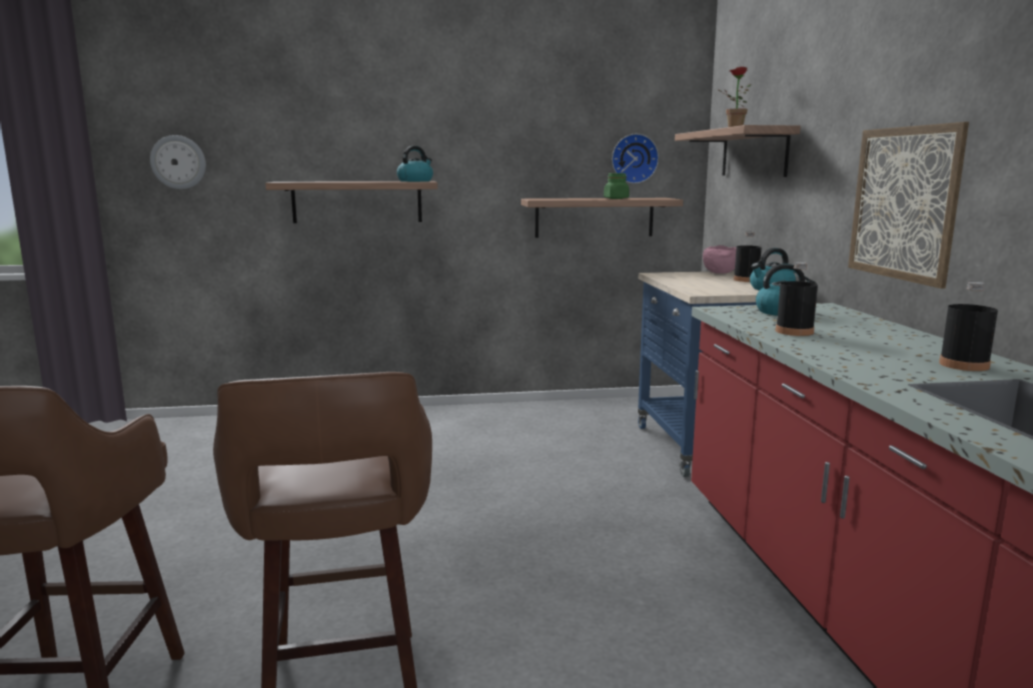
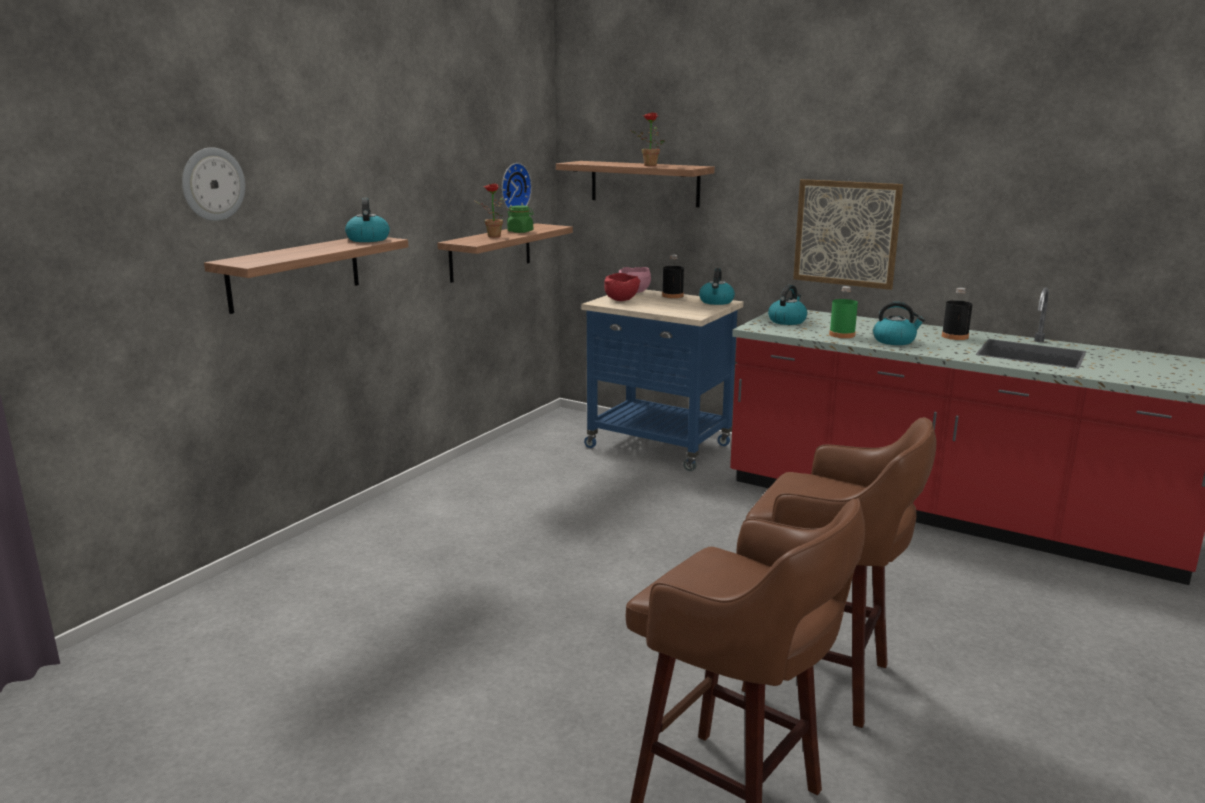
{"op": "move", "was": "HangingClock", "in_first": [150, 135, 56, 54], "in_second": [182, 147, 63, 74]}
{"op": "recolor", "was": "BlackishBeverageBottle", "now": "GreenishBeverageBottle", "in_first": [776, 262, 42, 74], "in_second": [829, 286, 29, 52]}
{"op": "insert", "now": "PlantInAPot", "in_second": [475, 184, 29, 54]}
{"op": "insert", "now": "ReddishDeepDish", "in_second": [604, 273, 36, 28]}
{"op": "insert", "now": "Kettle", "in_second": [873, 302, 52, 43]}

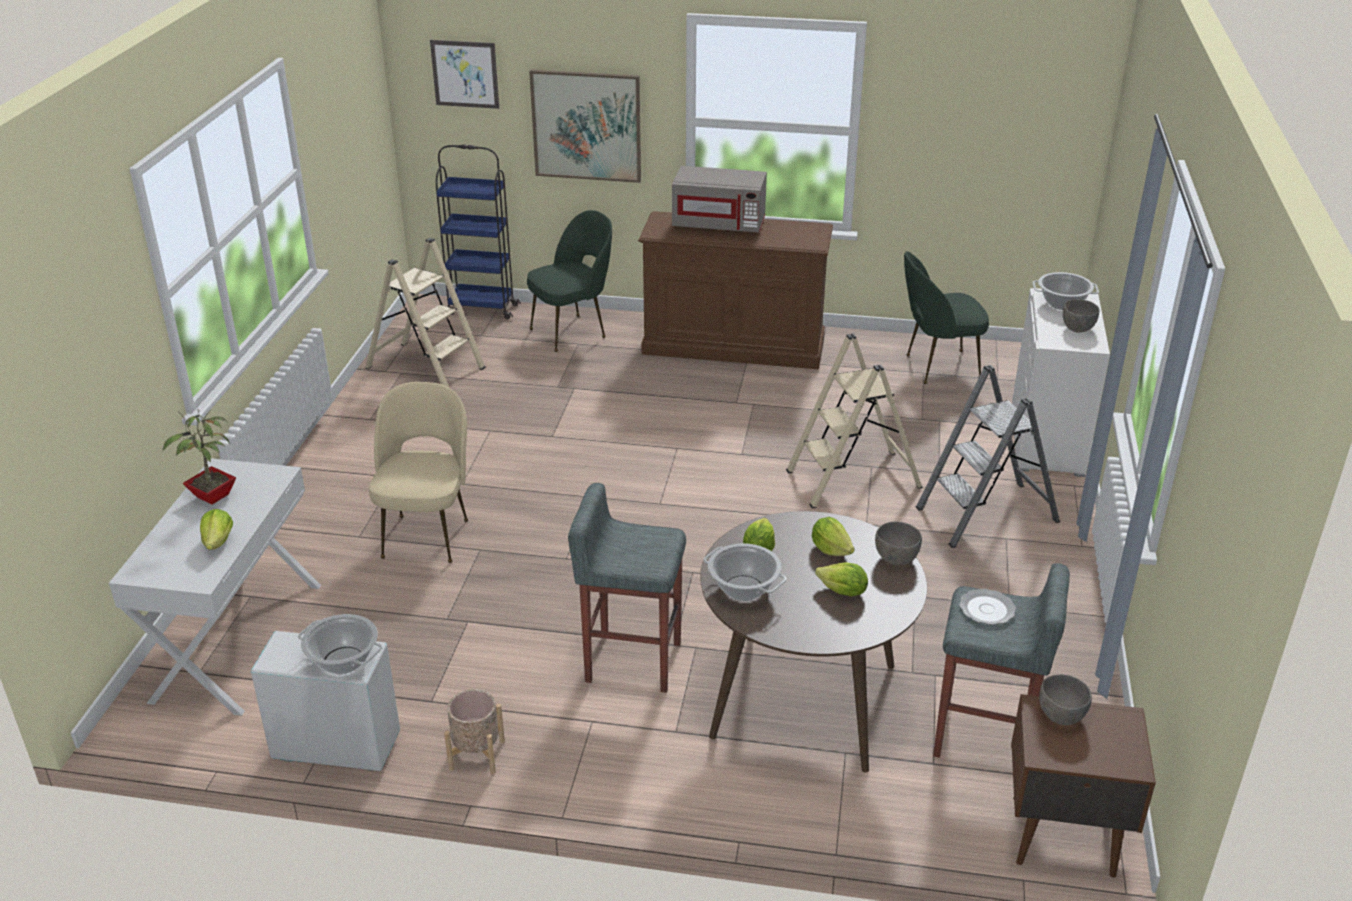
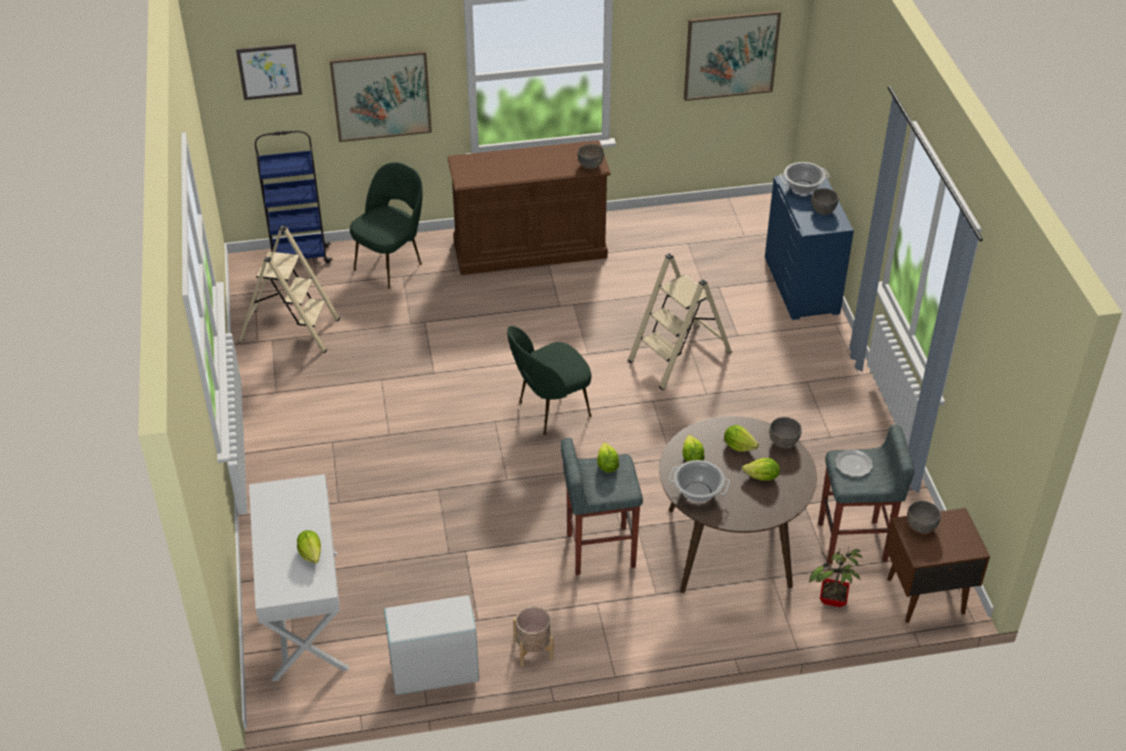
{"op": "delete", "was": "GreyishMicrowaveOven", "in_first": [672, 166, 95, 66]}
{"op": "move", "was": "GreenishChair", "in_first": [904, 251, 85, 133], "in_second": [507, 326, 85, 109]}
{"op": "recolor", "was": "WhiteColouredDresser", "now": "BluishDresser", "in_first": [1012, 288, 98, 189], "in_second": [765, 175, 89, 145]}
{"op": "delete", "was": "GreyishStepladder", "in_first": [916, 365, 144, 183]}
{"op": "delete", "was": "BeigeChair", "in_first": [369, 382, 99, 181]}
{"op": "move", "was": "PlantInAPot", "in_first": [163, 409, 73, 96], "in_second": [809, 549, 54, 58]}
{"op": "delete", "was": "CookingPot", "in_first": [298, 614, 85, 60]}
{"op": "insert", "now": "WallPicture", "in_second": [684, 10, 97, 91]}
{"op": "insert", "now": "GreyishDeepDish", "in_second": [578, 144, 26, 25]}
{"op": "insert", "now": "HeadOfLettuce", "in_second": [597, 442, 22, 31]}

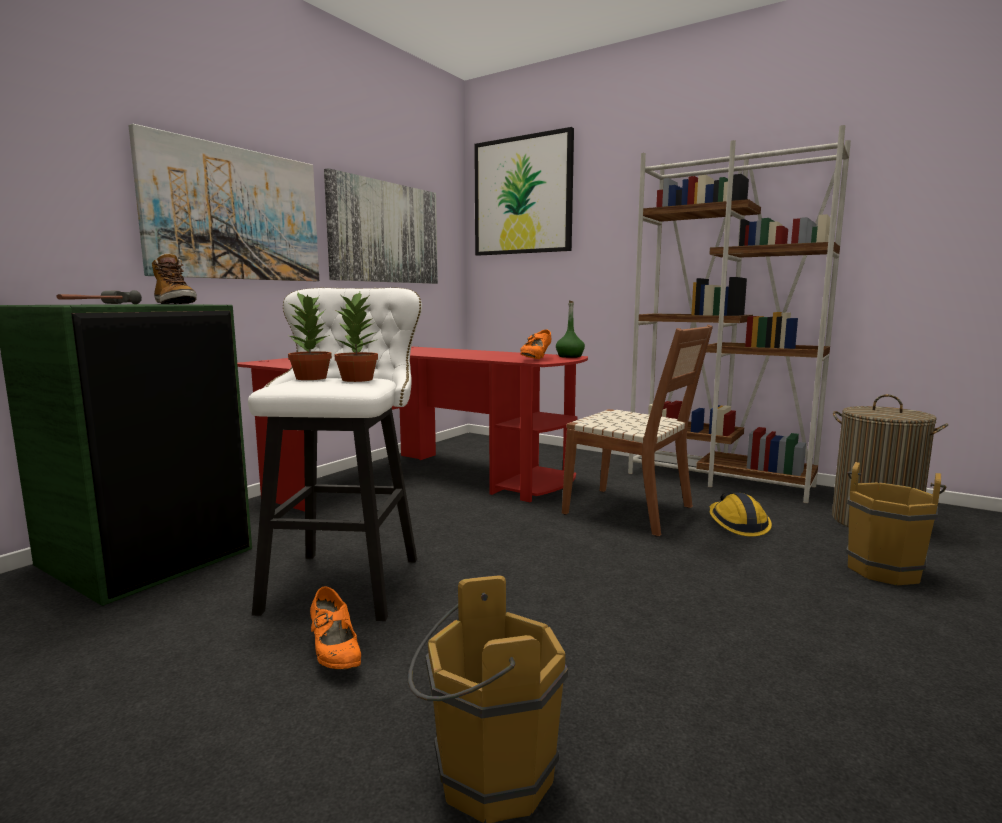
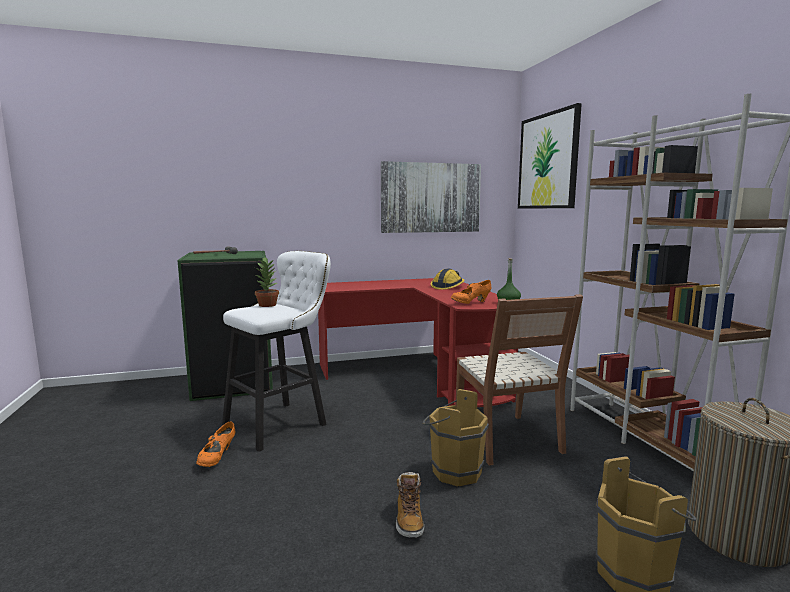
{"op": "delete", "was": "WallPicture", "in_first": [129, 124, 190, 157]}
{"op": "move", "was": "TallBoot", "in_first": [152, 253, 45, 51], "in_second": [396, 472, 28, 66]}
{"op": "delete", "was": "PlantInAPot", "in_first": [335, 292, 43, 90]}
{"op": "move", "was": "SafetyHelmet", "in_first": [710, 492, 62, 45], "in_second": [431, 269, 34, 21]}
{"op": "move", "was": "BrownColouredBucket", "in_first": [408, 575, 160, 248], "in_second": [423, 389, 66, 98]}

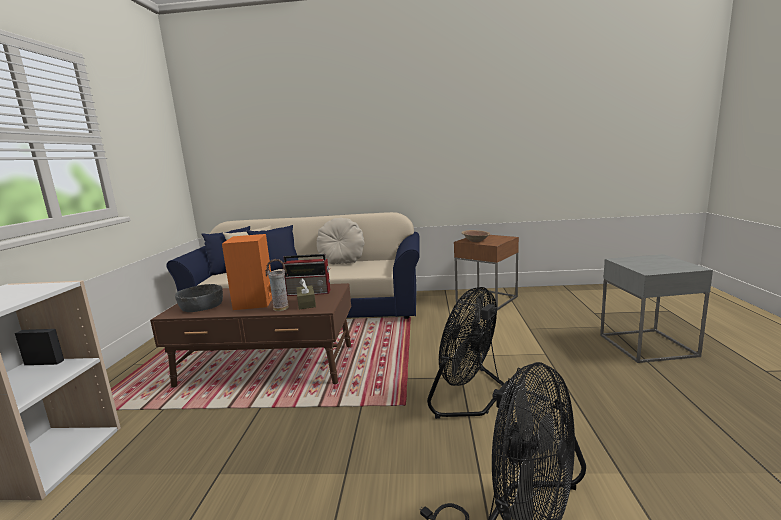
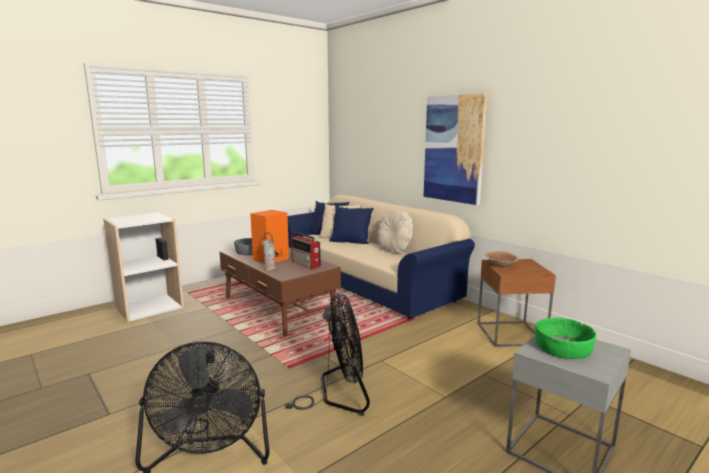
{"op": "delete", "was": "BrownColouredTissueHolder", "in_first": [296, 278, 20, 31]}
{"op": "rotate", "was": "BlackishElectricFan", "in_first": [427, 287, 122, 132], "in_second": [285, 293, 85, 123], "clockwise": 90}
{"op": "insert", "now": "WallPicture", "in_second": [424, 93, 63, 112]}
{"op": "insert", "now": "GreenishDeepDish", "in_second": [535, 317, 61, 42]}

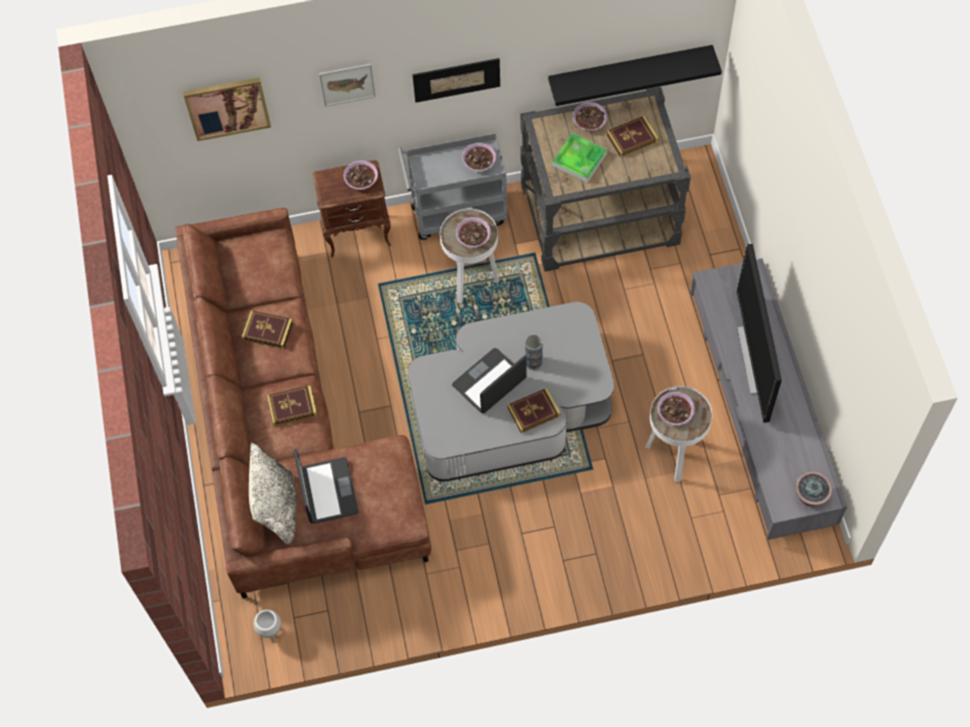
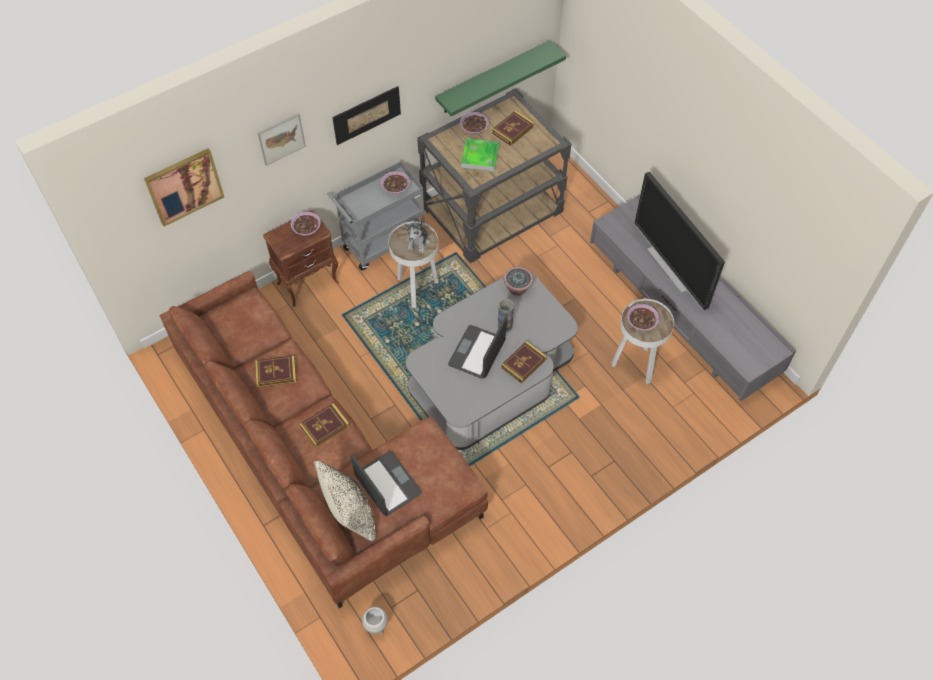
{"op": "recolor", "was": "BlackishBracketShelf", "now": "GreenishBracketShelf", "in_first": [548, 45, 174, 61], "in_second": [435, 40, 131, 76]}
{"op": "replace", "was": "DeepDish", "now": "CuddlyToy", "in_first": [456, 217, 35, 30], "in_second": [404, 219, 26, 35]}
{"op": "move", "was": "PlantInAPot", "in_first": [795, 471, 37, 35], "in_second": [504, 267, 29, 28]}

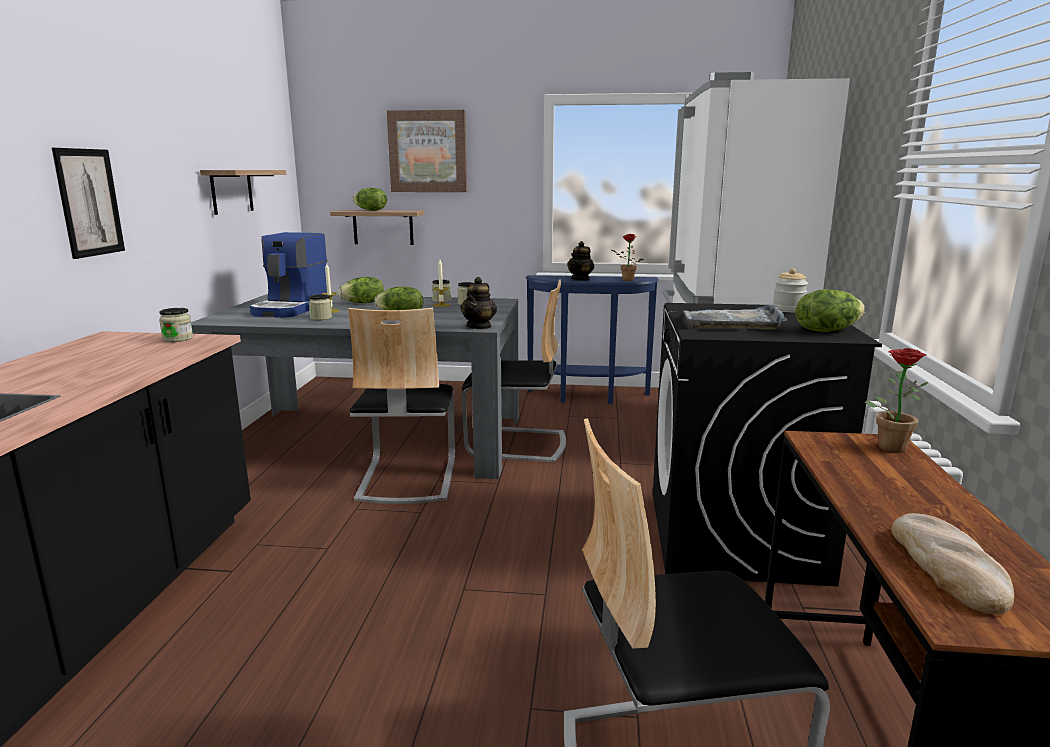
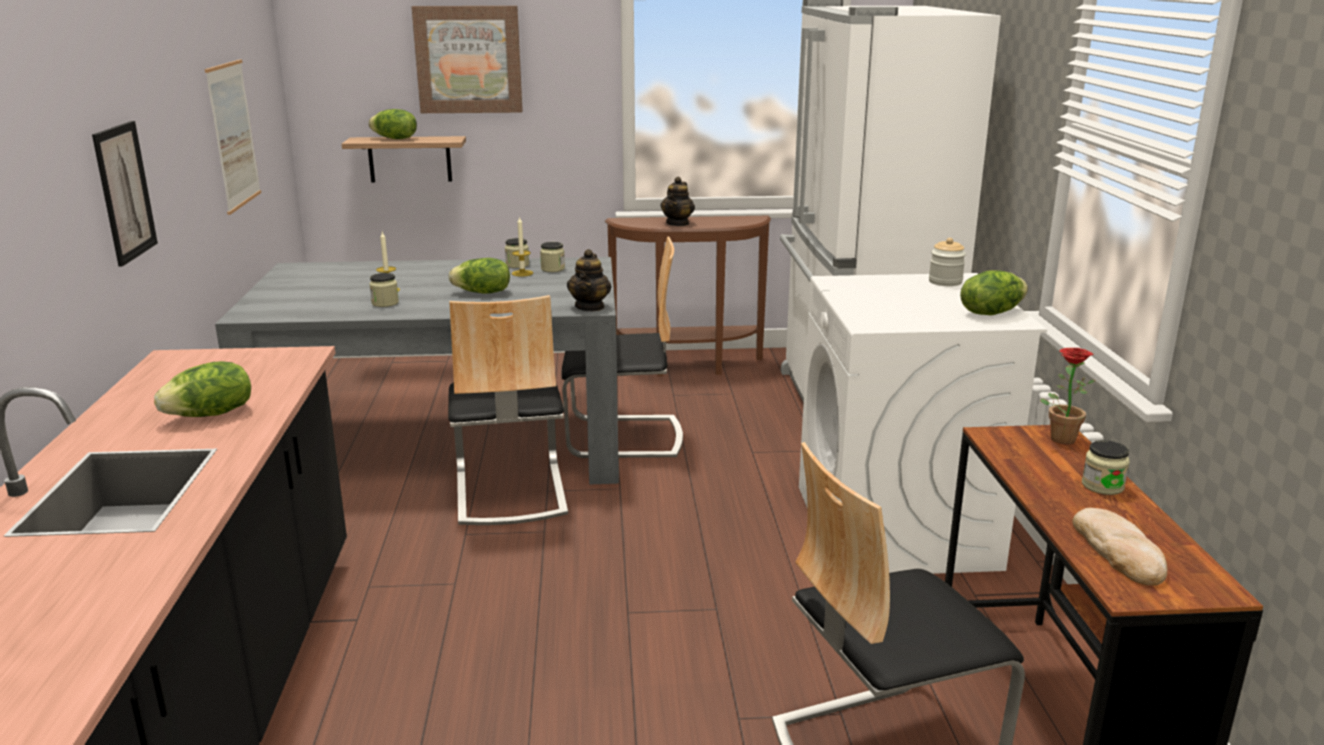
{"op": "replace", "was": "BracketShelf", "now": "WallPicture", "in_first": [200, 170, 86, 45], "in_second": [205, 60, 56, 155]}
{"op": "delete", "was": "CoffeeMaker", "in_first": [250, 232, 77, 86]}
{"op": "delete", "was": "PlantInAPot", "in_first": [612, 234, 32, 47]}
{"op": "recolor", "was": "BluishHallTable", "now": "BrownColouredHallTable", "in_first": [526, 275, 133, 129], "in_second": [605, 216, 166, 160]}
{"op": "move", "was": "HeadOfLettuce", "in_first": [338, 277, 46, 26], "in_second": [154, 361, 97, 56]}
{"op": "recolor", "was": "BlackishLaundryMachine", "now": "WhiteColouredLaundryMachine", "in_first": [653, 303, 229, 284], "in_second": [799, 273, 248, 301]}
{"op": "delete", "was": "GreyishCarryingTray", "in_first": [684, 305, 103, 24]}
{"op": "move", "was": "StorageJar", "in_first": [159, 308, 34, 34], "in_second": [1082, 440, 48, 55]}

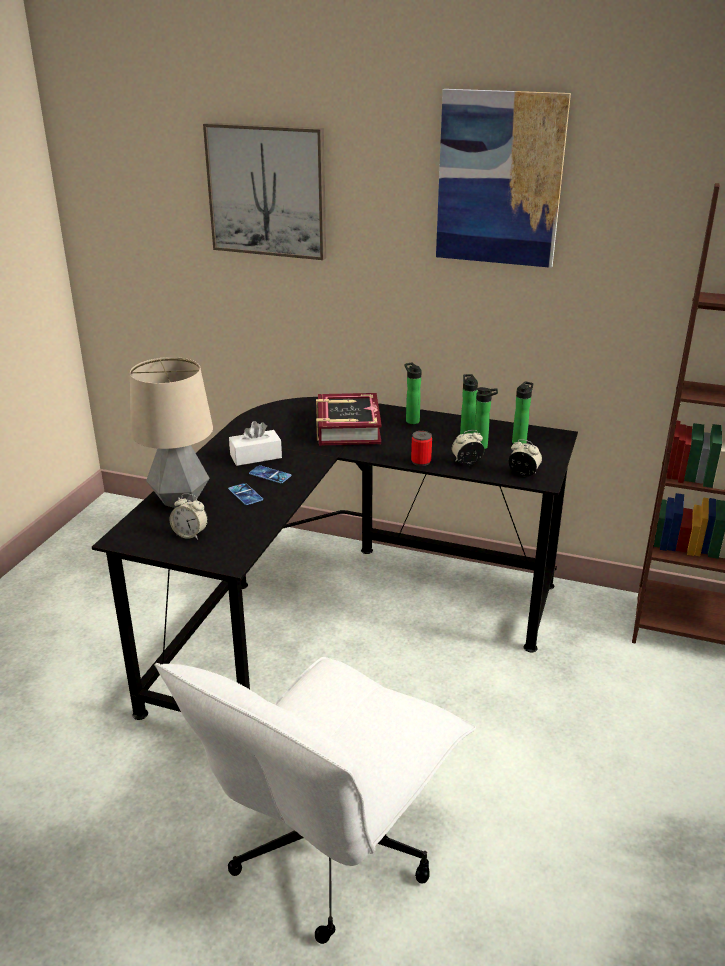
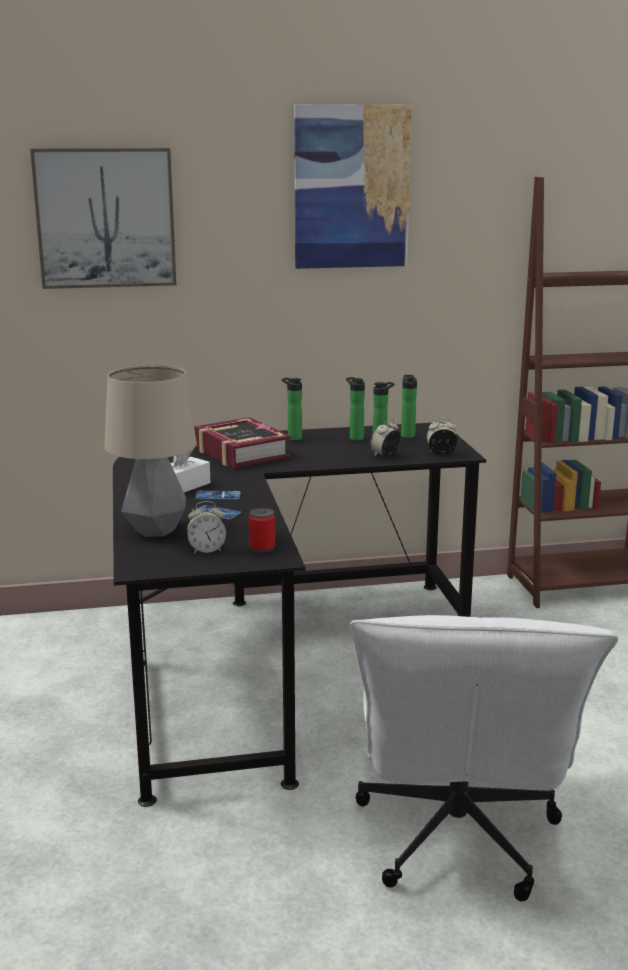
{"op": "move", "was": "SealedCan", "in_first": [411, 431, 21, 35], "in_second": [249, 508, 26, 45]}

